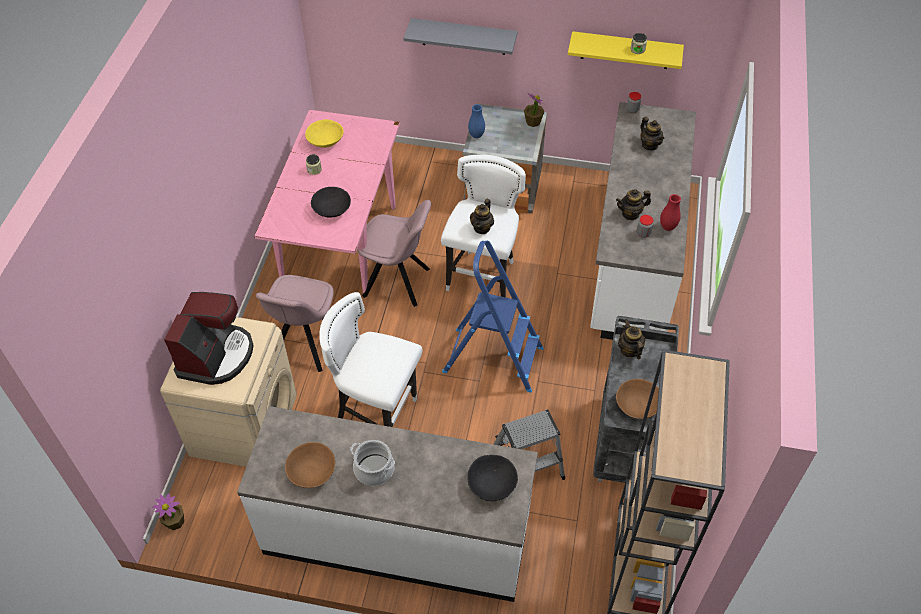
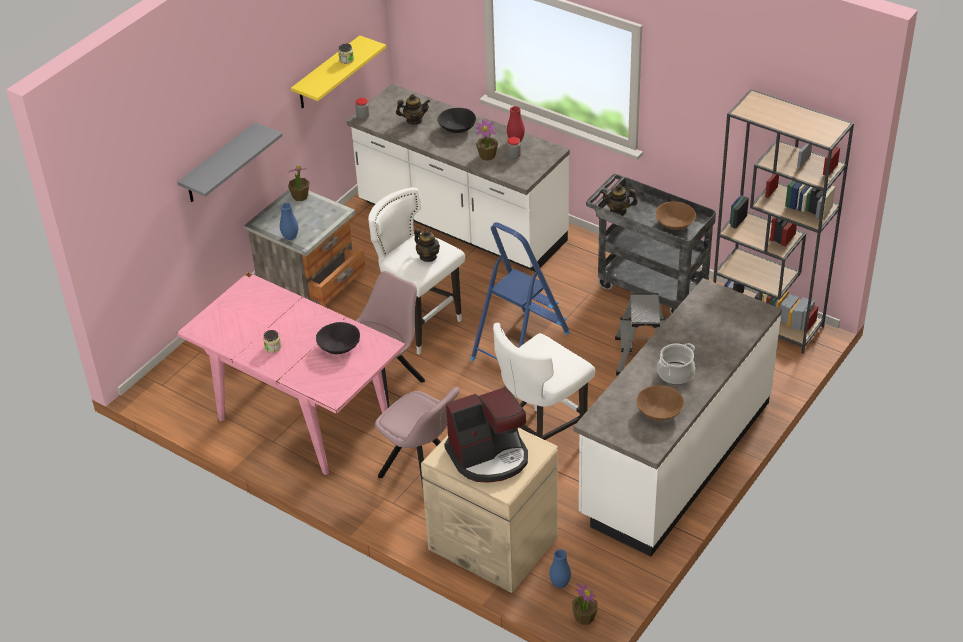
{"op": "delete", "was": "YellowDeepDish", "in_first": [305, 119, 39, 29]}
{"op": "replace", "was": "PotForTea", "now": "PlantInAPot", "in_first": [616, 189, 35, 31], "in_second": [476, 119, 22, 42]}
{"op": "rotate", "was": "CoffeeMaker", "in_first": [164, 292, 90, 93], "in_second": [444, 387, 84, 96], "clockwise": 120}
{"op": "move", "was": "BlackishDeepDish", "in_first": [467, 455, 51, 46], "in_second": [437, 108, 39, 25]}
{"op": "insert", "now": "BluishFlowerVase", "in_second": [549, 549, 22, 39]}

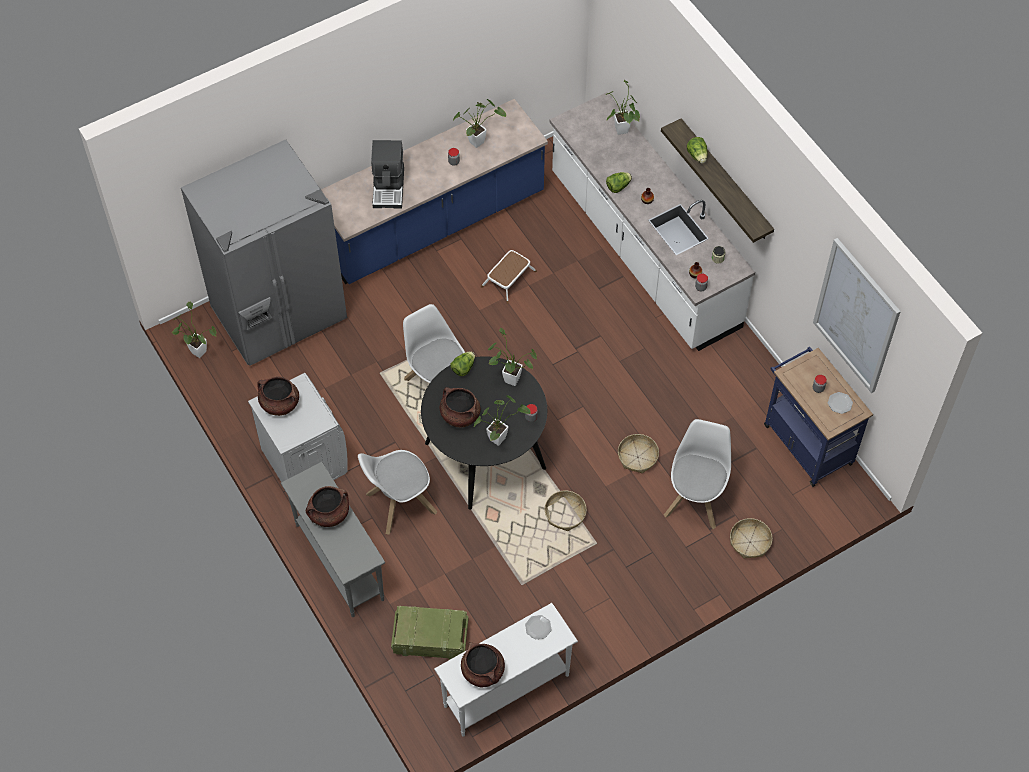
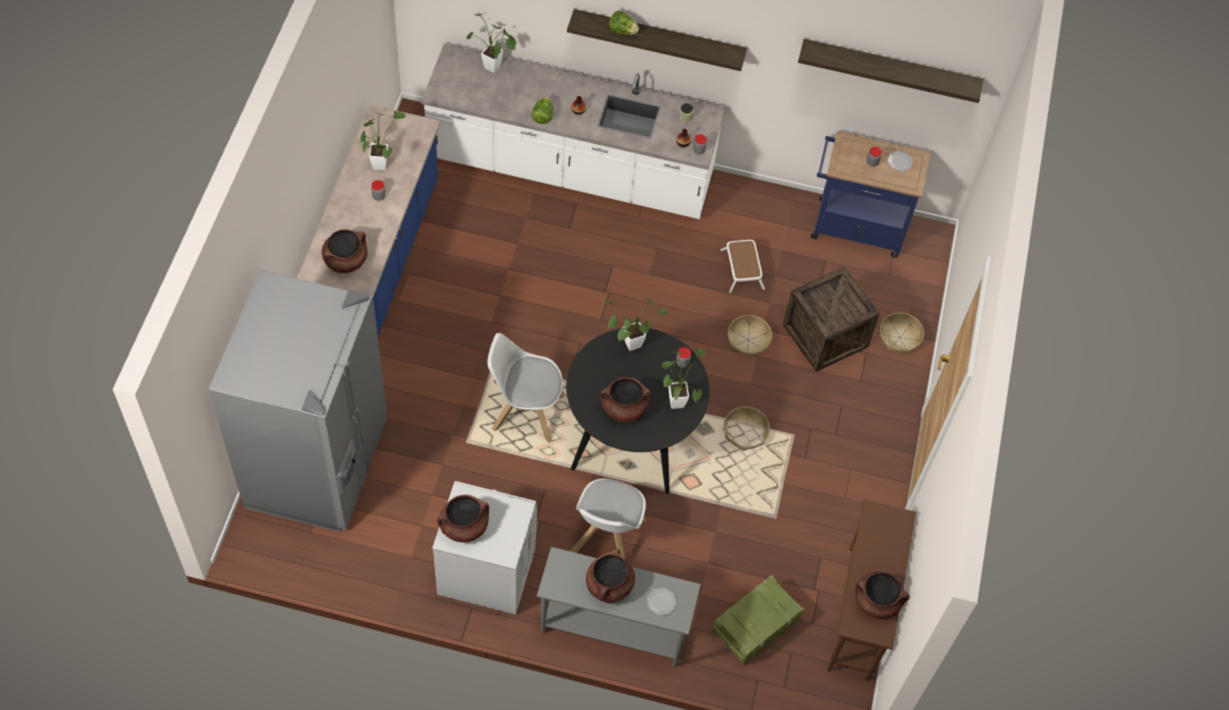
{"op": "replace", "was": "CoffeeMaker", "now": "BrownColouredCookingPot", "in_first": [371, 140, 33, 68], "in_second": [322, 229, 45, 44]}
{"op": "replace", "was": "WallPicture", "now": "BracketShelf", "in_first": [813, 238, 88, 155], "in_second": [798, 39, 185, 64]}
{"op": "move", "was": "BrownColouredStepladder", "in_first": [481, 250, 56, 54], "in_second": [719, 240, 47, 56]}
{"op": "delete", "was": "PlantInAPot", "in_first": [172, 302, 44, 56]}
{"op": "delete", "was": "HeadOfLettuce", "in_first": [450, 351, 25, 25]}
{"op": "replace", "was": "Chair", "now": "PackingCrate", "in_first": [664, 419, 67, 110], "in_second": [783, 266, 96, 106]}
{"op": "recolor", "was": "WhiteColouredHallTable", "now": "BrownColouredHallTable", "in_first": [434, 603, 144, 133], "in_second": [827, 499, 89, 182]}
{"op": "move", "was": "FlatDish", "in_first": [525, 615, 27, 24], "in_second": [647, 588, 30, 28]}

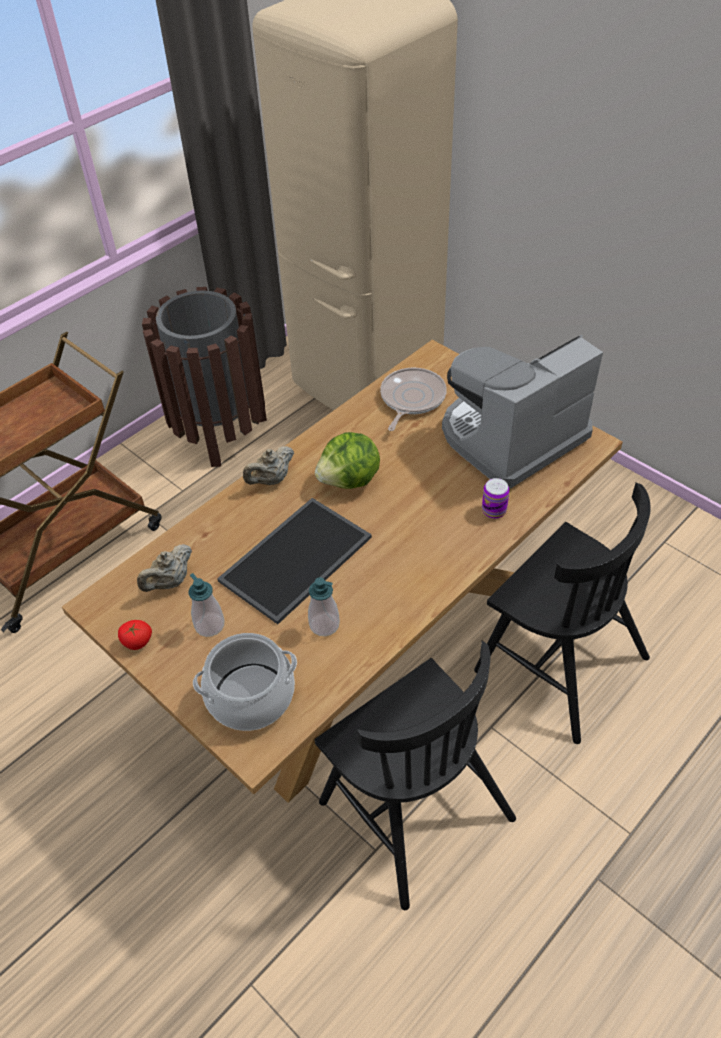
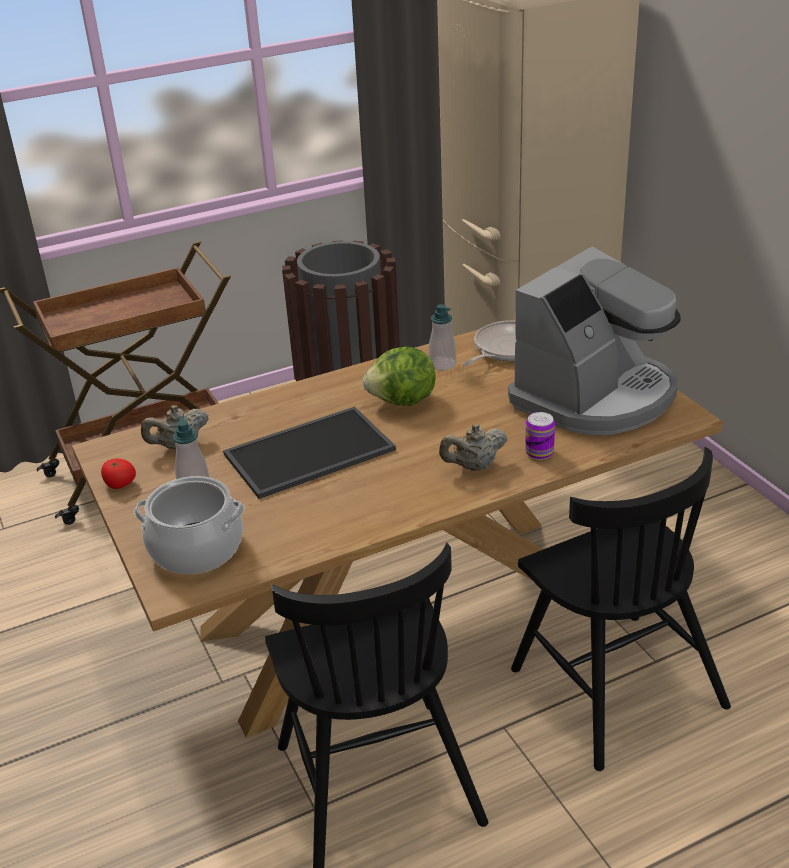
{"op": "rotate", "was": "CoffeeMaker", "in_first": [442, 335, 161, 153], "in_second": [508, 247, 173, 188], "clockwise": 150}
{"op": "move", "was": "BeigePotForTea", "in_first": [243, 446, 51, 39], "in_second": [439, 424, 68, 47]}
{"op": "move", "was": "LiquidSoapBottle", "in_first": [308, 577, 32, 59], "in_second": [428, 304, 28, 66]}

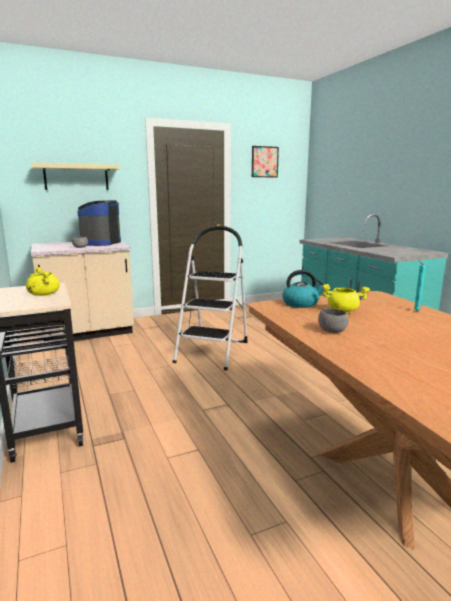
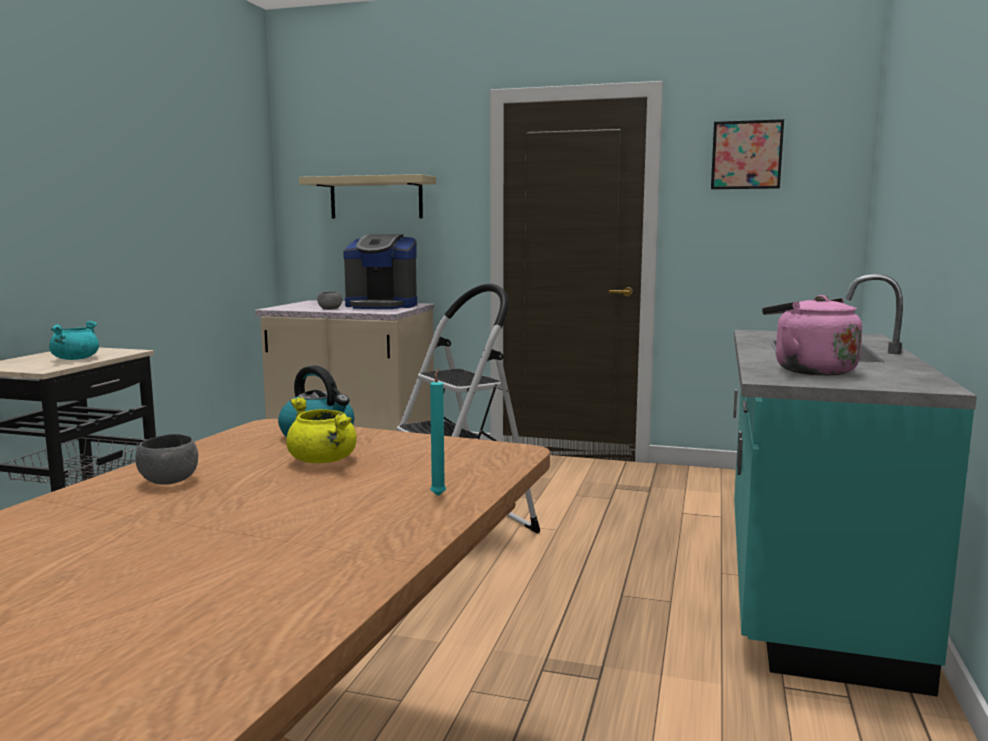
{"op": "rotate", "was": "CoffeeMaker", "in_first": [77, 200, 44, 46], "in_second": [343, 234, 74, 75], "clockwise": -135}
{"op": "recolor", "was": "YellowCookingPot", "now": "TurquoiseCookingPot", "in_first": [26, 267, 34, 29], "in_second": [49, 320, 50, 40]}
{"op": "insert", "now": "PinkColouredKettle", "in_second": [762, 295, 100, 80]}

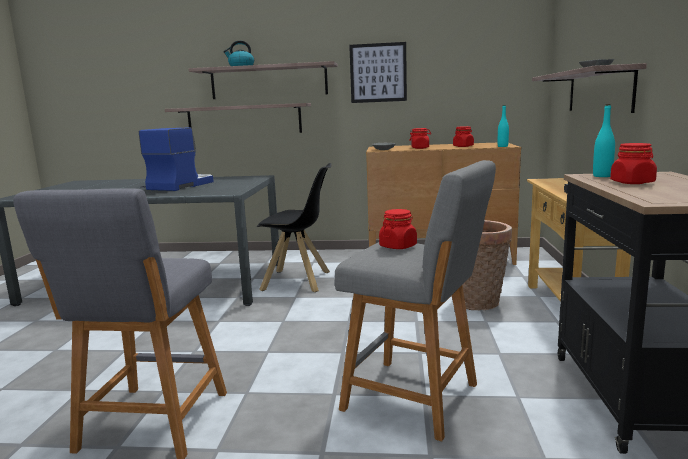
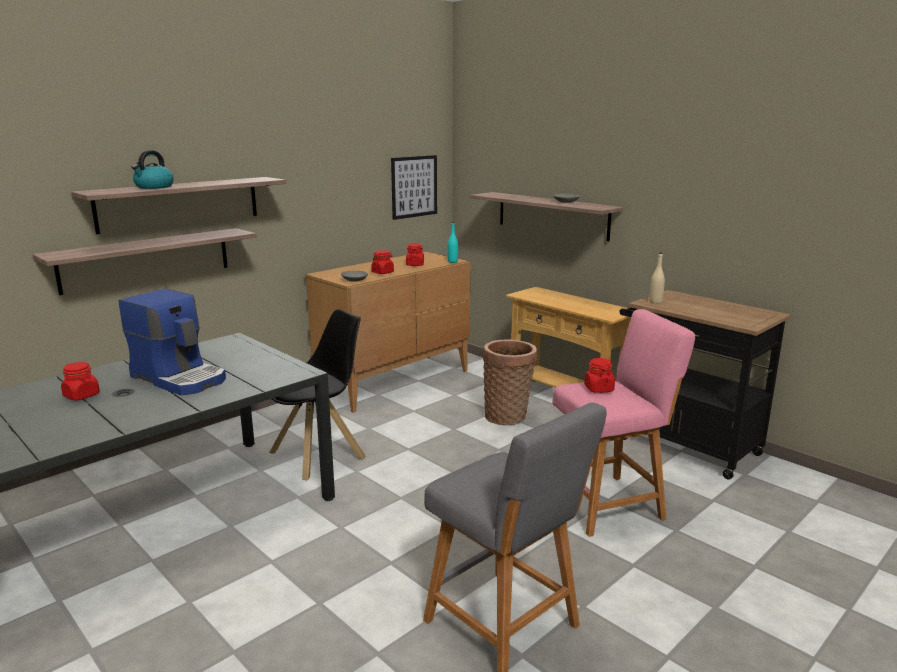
{"op": "move", "was": "WallPicture", "in_first": [349, 42, 58, 61], "in_second": [391, 155, 46, 65]}
{"op": "recolor", "was": "TurquoiseBeverageBottle", "now": "BeigeBeverageBottle", "in_first": [593, 104, 22, 73], "in_second": [649, 252, 16, 52]}
{"op": "rotate", "was": "CoffeeMaker", "in_first": [139, 128, 75, 63], "in_second": [119, 289, 107, 106], "clockwise": 150}
{"op": "move", "was": "ReddishStorageJar", "in_first": [610, 143, 47, 41], "in_second": [61, 362, 39, 39]}
{"op": "recolor", "was": "GreyishSittingStool", "now": "PinkColouredSittingStool", "in_first": [335, 160, 161, 281], "in_second": [552, 309, 143, 228]}

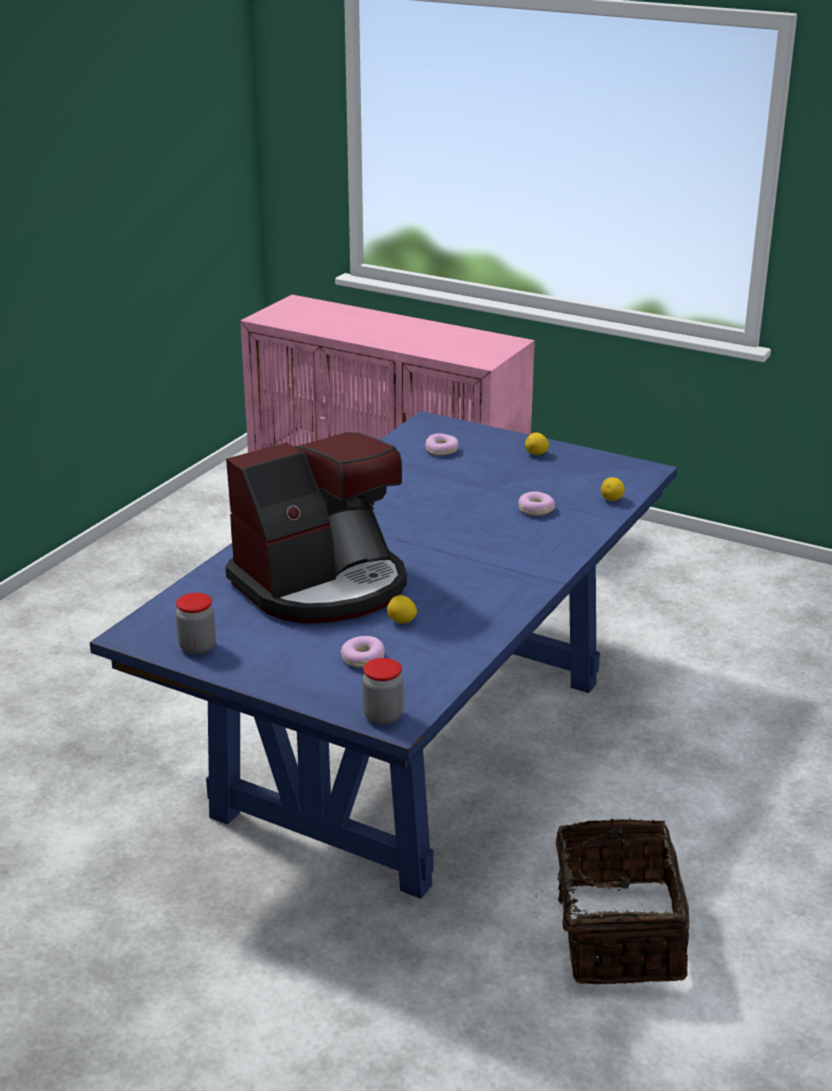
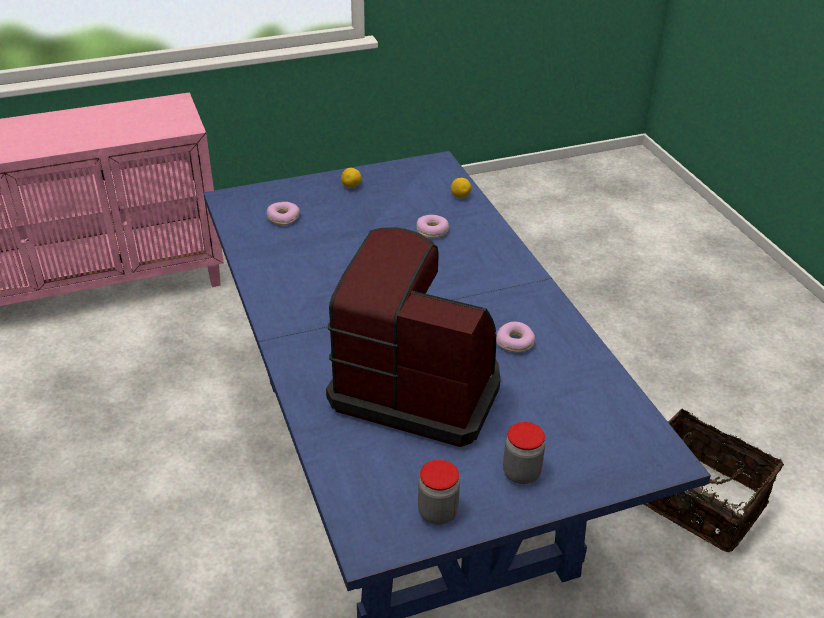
{"op": "rotate", "was": "CoffeeMaker", "in_first": [225, 432, 182, 192], "in_second": [326, 227, 175, 220], "clockwise": -75}
{"op": "delete", "was": "WholeLemon", "in_first": [387, 595, 30, 29]}
{"op": "move", "was": "RingDoughnut", "in_first": [340, 636, 45, 32], "in_second": [496, 322, 39, 30]}
{"op": "move", "was": "StorageJar", "in_first": [362, 658, 41, 67], "in_second": [503, 422, 42, 62]}

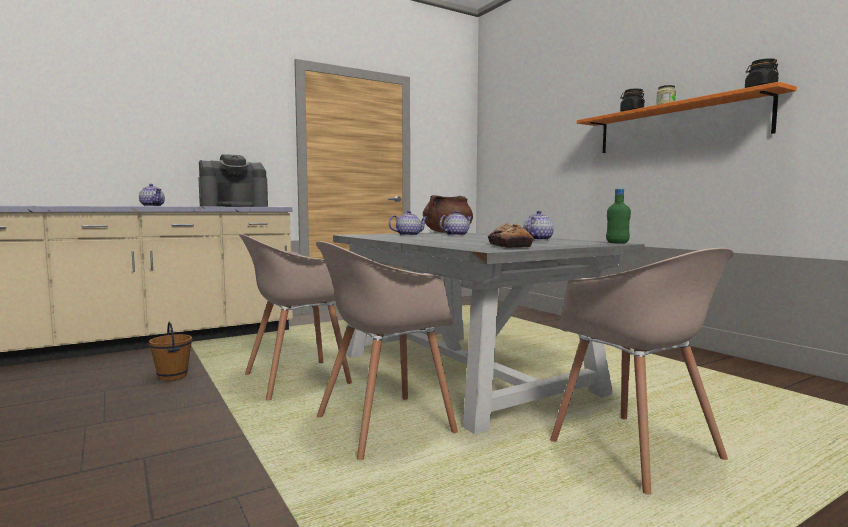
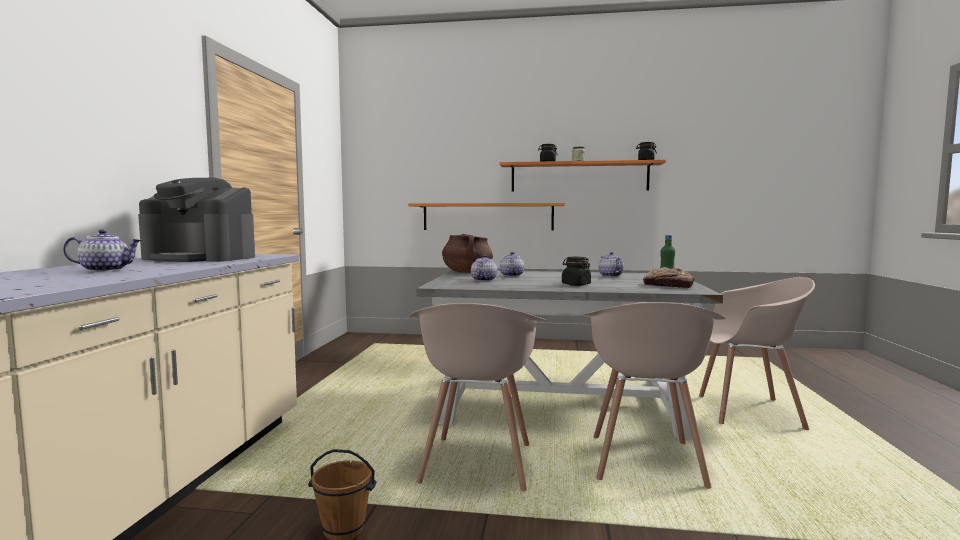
{"op": "rotate", "was": "CoffeeMaker", "in_first": [198, 154, 70, 53], "in_second": [138, 177, 117, 85], "clockwise": 90}
{"op": "insert", "now": "OrangeyBracketShelf", "in_second": [408, 203, 157, 28]}
{"op": "insert", "now": "BlackishStorageJar", "in_second": [562, 257, 29, 29]}

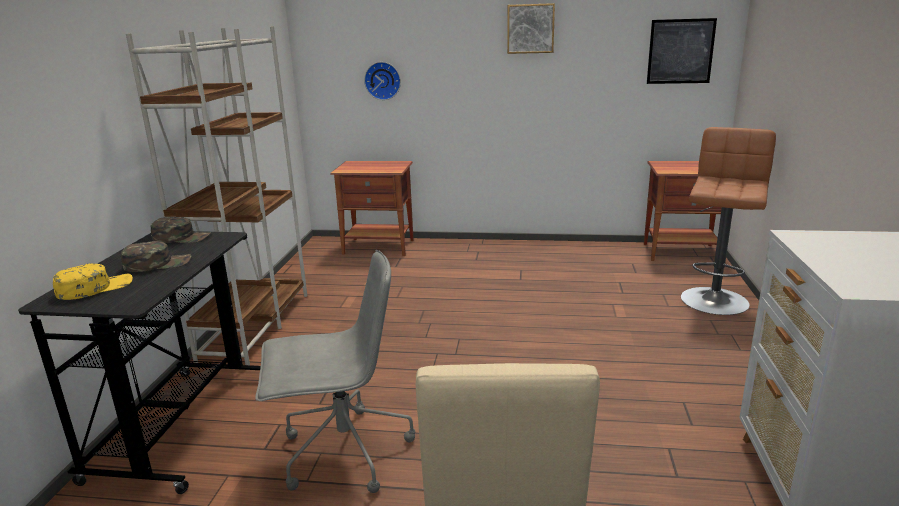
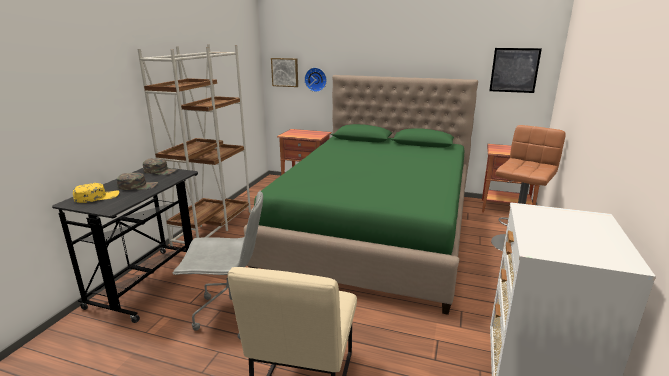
{"op": "move", "was": "WallPicture", "in_first": [507, 3, 48, 51], "in_second": [271, 58, 27, 29]}
{"op": "insert", "now": "GreenishBedroomBed", "in_second": [244, 75, 234, 240]}

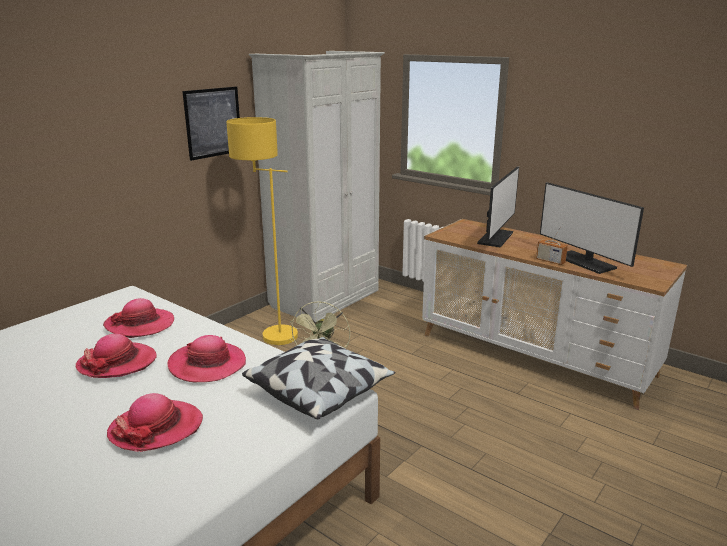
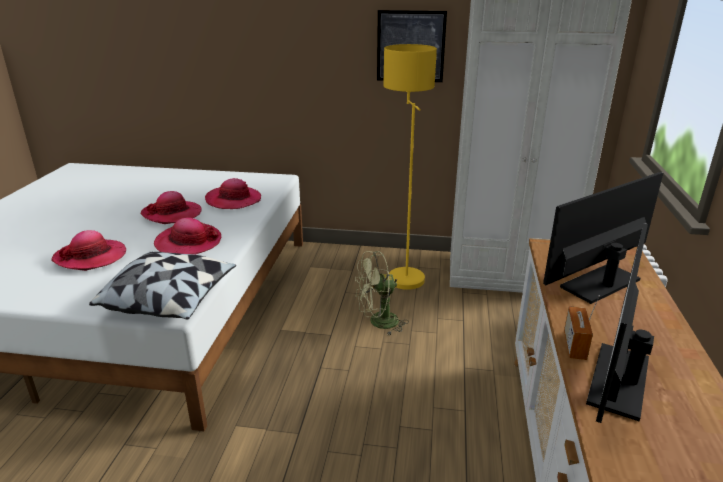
{"op": "rotate", "was": "ComputerDisplay", "in_first": [477, 166, 42, 82], "in_second": [543, 172, 120, 132], "clockwise": 150}

